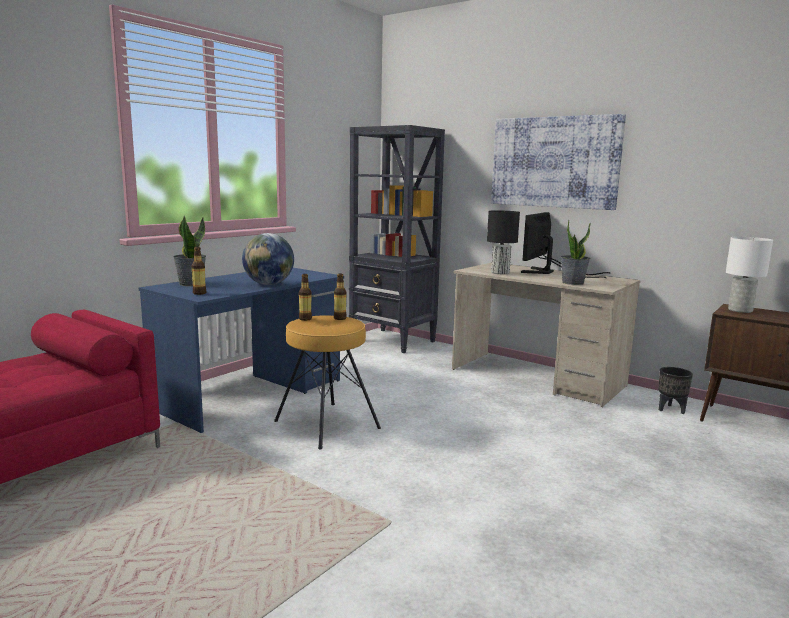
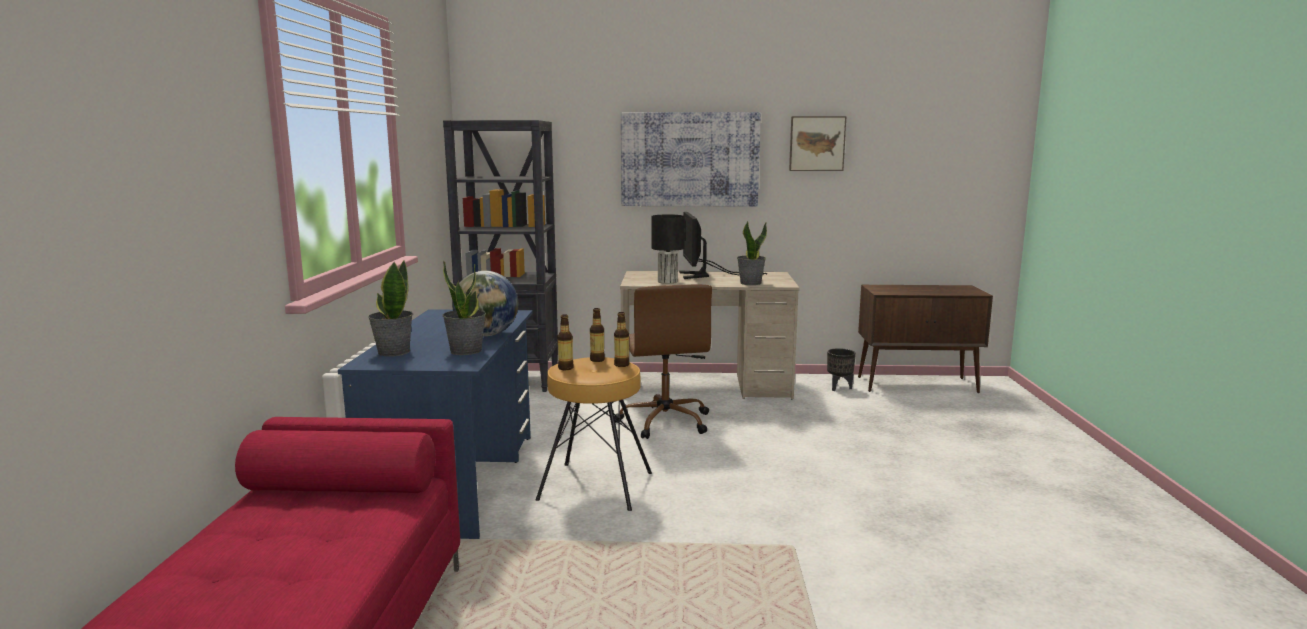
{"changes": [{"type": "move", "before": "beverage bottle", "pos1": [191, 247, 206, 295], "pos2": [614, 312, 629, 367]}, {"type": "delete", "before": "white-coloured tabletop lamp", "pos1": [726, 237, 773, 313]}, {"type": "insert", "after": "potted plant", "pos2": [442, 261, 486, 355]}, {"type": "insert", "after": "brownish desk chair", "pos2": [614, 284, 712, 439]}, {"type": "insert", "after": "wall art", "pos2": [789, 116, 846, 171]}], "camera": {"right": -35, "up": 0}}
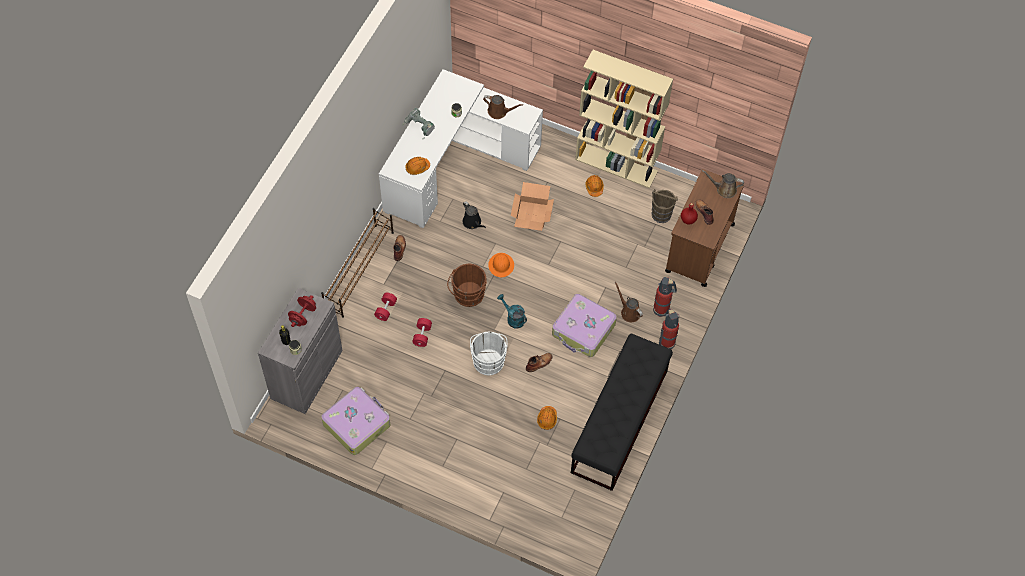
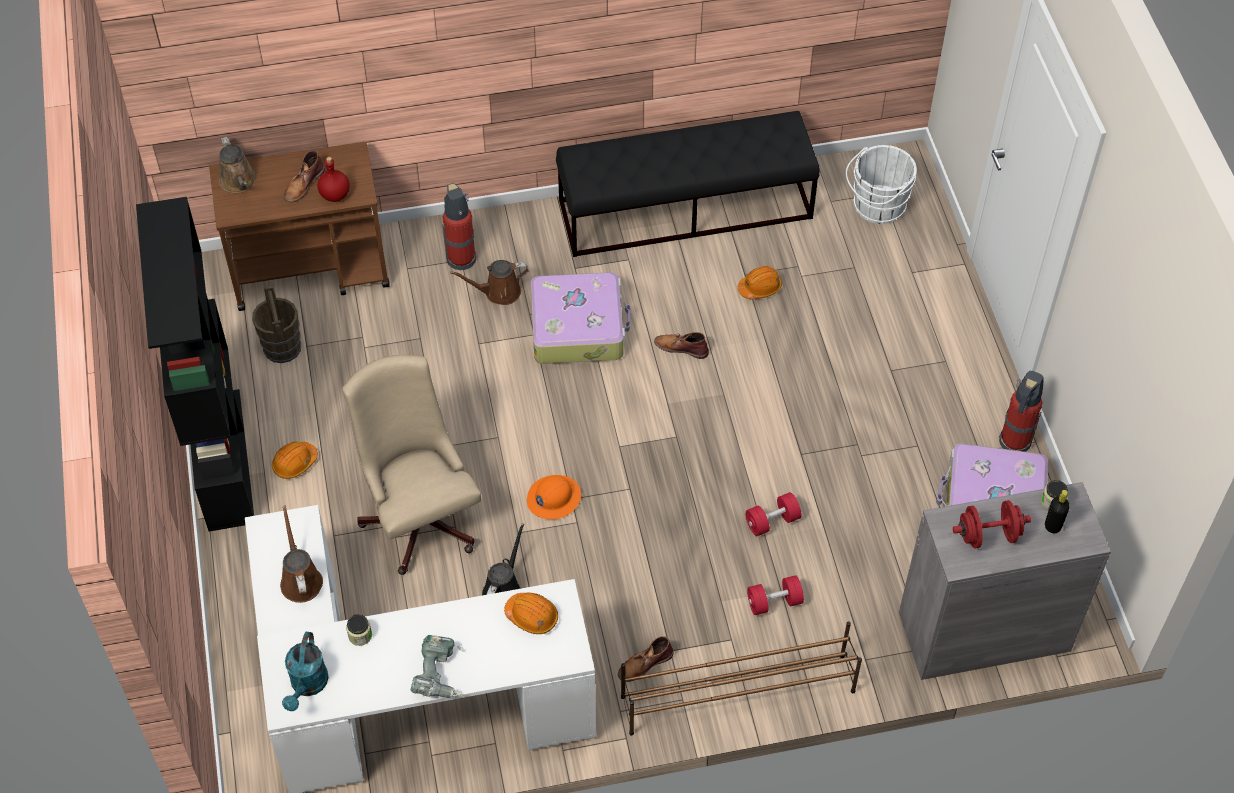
{"changes": [{"type": "delete", "before": "brownish pail", "pos1": [447, 264, 487, 307]}, {"type": "move", "before": "white-coloured pail", "pos1": [470, 332, 508, 376], "pos2": [846, 145, 917, 224]}, {"type": "move", "before": "turquoise watering can", "pos1": [497, 294, 527, 328], "pos2": [282, 632, 329, 711]}, {"type": "replace", "before": "carton", "after": "beige-coloured desk chair", "pos1": [511, 182, 554, 231], "pos2": [342, 355, 481, 575]}, {"type": "recolor", "before": "beige-coloured bookshelf", "after": "blackish bookshelf", "pos1": [575, 50, 673, 188], "pos2": [136, 197, 254, 532]}, {"type": "rotate", "before": "brownish watering can", "pos1": [615, 282, 643, 322], "pos2": [450, 260, 528, 305], "turn": 60}, {"type": "move", "before": "fire extinguisher", "pos1": [659, 309, 679, 349], "pos2": [999, 371, 1044, 452]}], "camera": {"right": -125, "up": -5}}
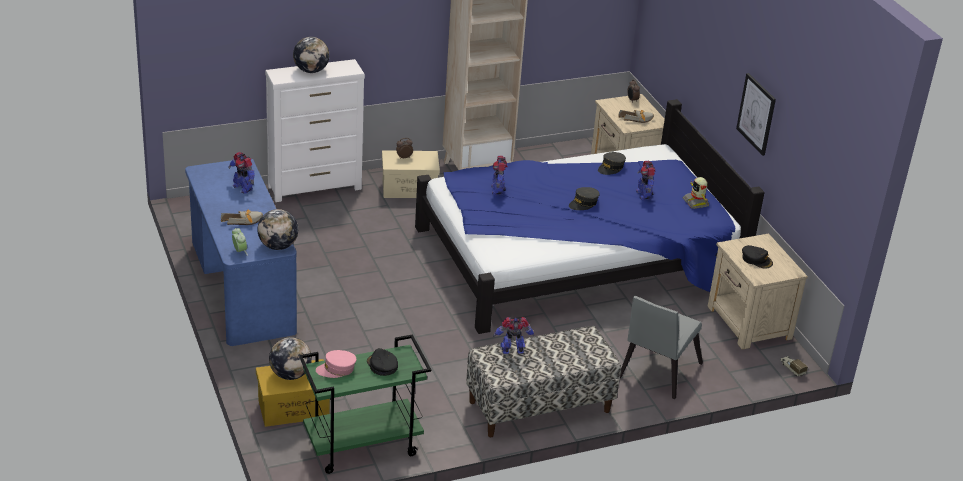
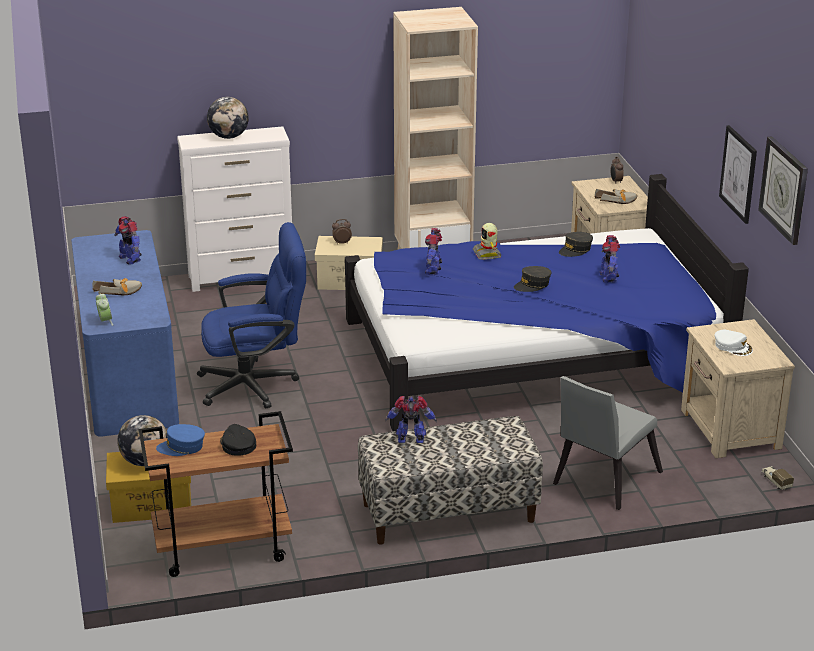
{"changes": [{"type": "delete", "before": "globe", "pos1": [257, 209, 298, 250]}, {"type": "recolor", "before": "green-coloured wheeled cart", "after": "brownish wheeled cart", "pos1": [299, 334, 431, 474], "pos2": [139, 411, 293, 577]}, {"type": "recolor", "before": "pinkish baseball cap", "after": "blue baseball cap", "pos1": [316, 350, 356, 378], "pos2": [156, 424, 205, 456]}, {"type": "move", "before": "robot figure", "pos1": [683, 177, 710, 209], "pos2": [473, 223, 502, 260]}, {"type": "recolor", "before": "blackish baseball cap", "after": "white-coloured baseball cap", "pos1": [742, 245, 773, 269], "pos2": [715, 330, 753, 356]}, {"type": "insert", "after": "blue desk chair", "pos2": [197, 222, 306, 409]}, {"type": "insert", "after": "clock on the wall", "pos2": [758, 136, 808, 245]}], "camera": {"right": 10, "up": -5}}
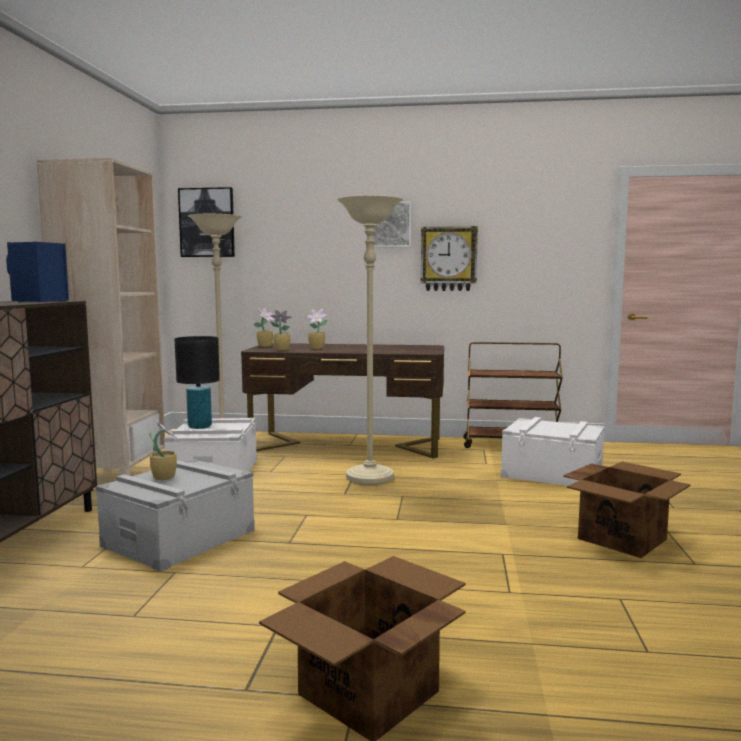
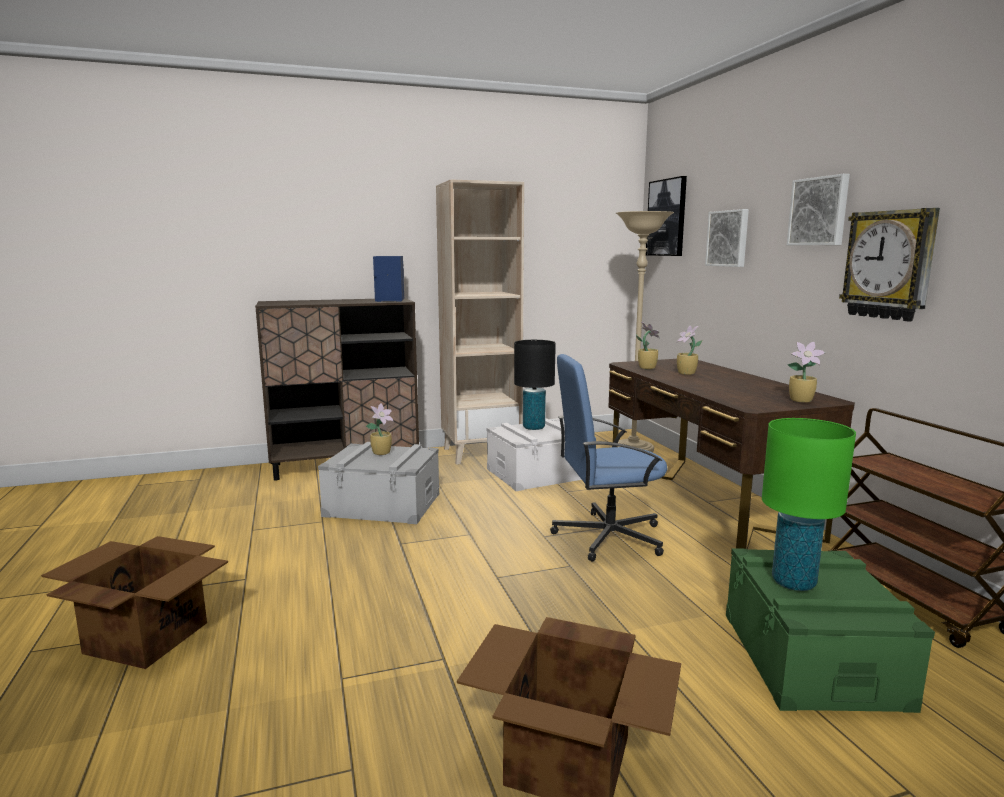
{"changes": [{"type": "move", "before": "potted plant", "pos1": [254, 308, 275, 347], "pos2": [788, 342, 825, 403]}, {"type": "replace", "before": "beige-coloured floor lamp", "after": "blue desk chair", "pos1": [337, 195, 403, 485], "pos2": [550, 354, 668, 562]}, {"type": "recolor", "before": "white-coloured storage bin", "after": "green-coloured storage bin", "pos1": [501, 417, 605, 486], "pos2": [726, 548, 935, 713]}, {"type": "insert", "after": "wall art", "pos2": [705, 209, 749, 267]}, {"type": "insert", "after": "green-coloured tabletop lamp", "pos2": [762, 418, 856, 591]}], "camera": {"right": 65, "up": 5}}
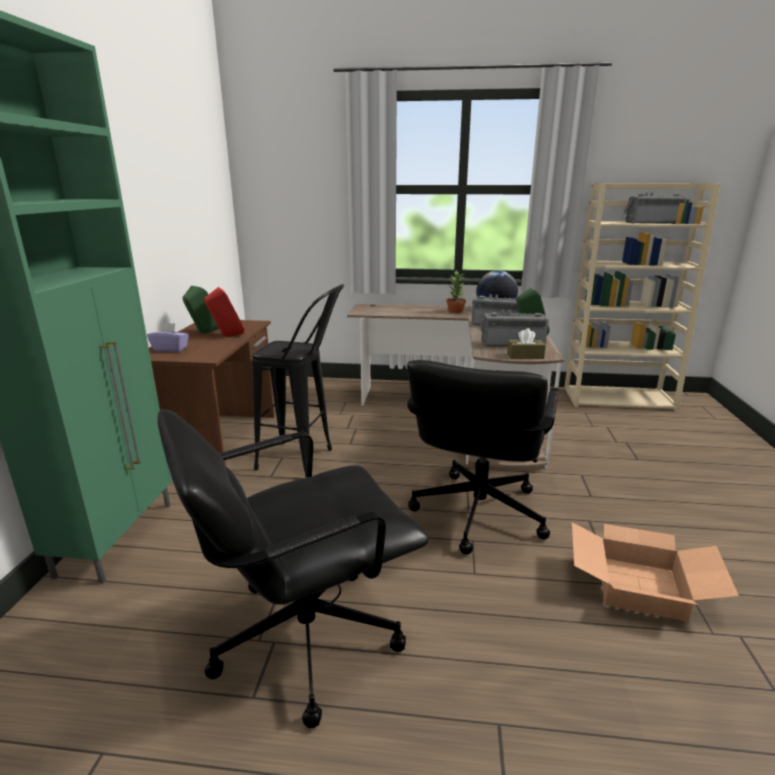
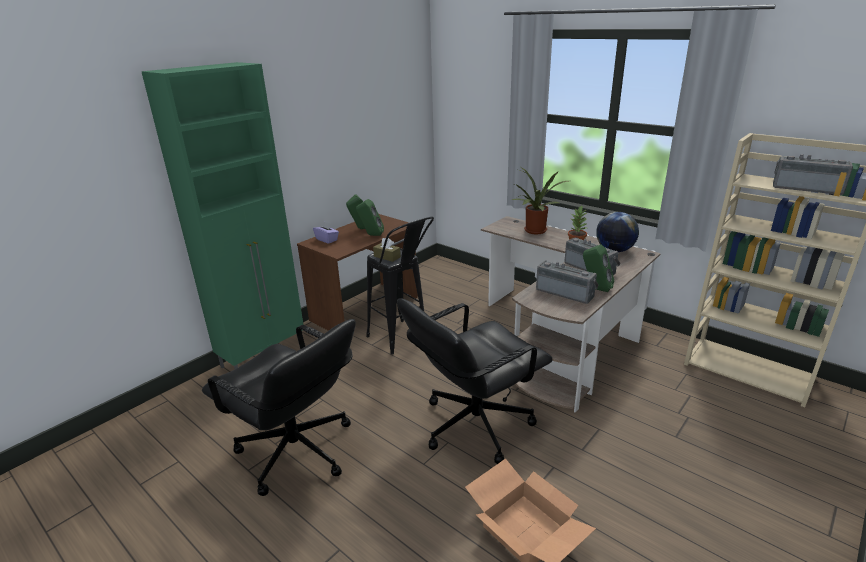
{"changes": [{"type": "rotate", "before": "blackish desk chair", "pos1": [157, 409, 429, 728], "pos2": [202, 319, 356, 496], "turn": -150}, {"type": "recolor", "before": "red loudspeaker", "after": "green-coloured loudspeaker", "pos1": [205, 287, 245, 337], "pos2": [356, 199, 384, 236]}, {"type": "move", "before": "brownish box of tissues", "pos1": [507, 328, 546, 359], "pos2": [373, 238, 401, 262]}, {"type": "insert", "after": "potted plant", "pos2": [512, 167, 569, 234]}], "camera": {"right": 35, "up": 5}}
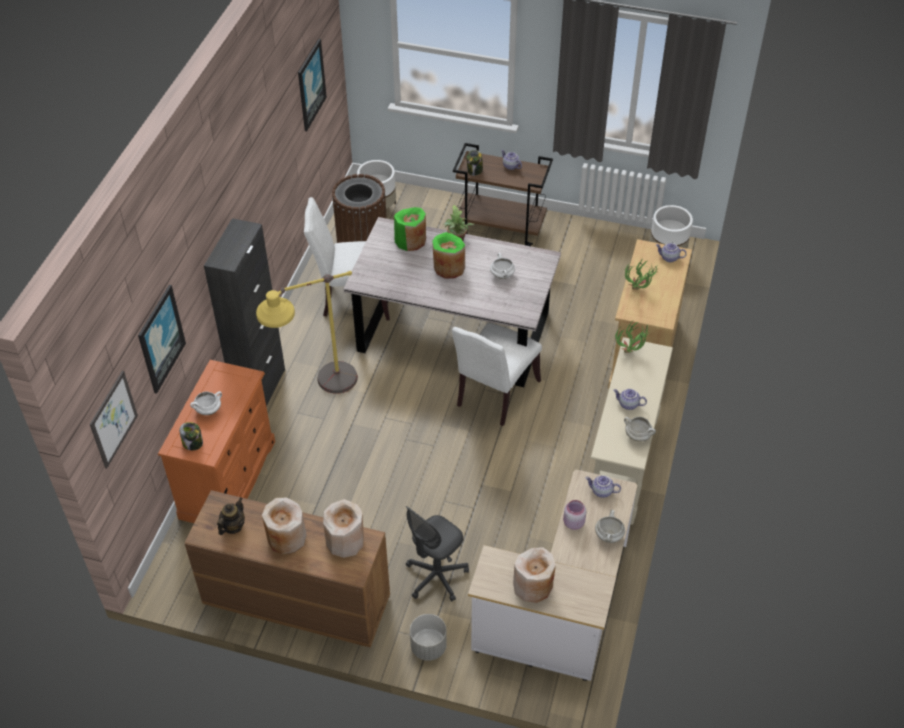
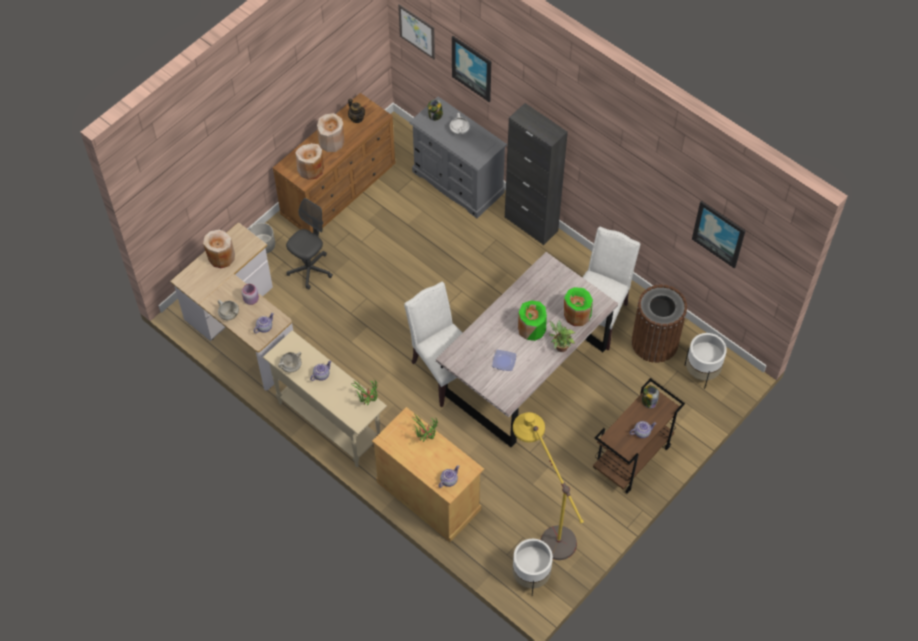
{"changes": [{"type": "recolor", "before": "orange dresser", "after": "grey dresser", "pos1": [158, 360, 275, 523], "pos2": [409, 97, 507, 218]}, {"type": "move", "before": "yellowish floor lamp", "pos1": [256, 271, 358, 394], "pos2": [513, 412, 584, 560]}, {"type": "rotate", "before": "grey desk chair", "pos1": [406, 506, 469, 602], "pos2": [286, 198, 333, 290], "turn": 60}, {"type": "replace", "before": "white-coloured cooking pot", "after": "flat dish", "pos1": [490, 253, 515, 279], "pos2": [492, 350, 516, 371]}], "camera": {"right": 115, "up": 10}}
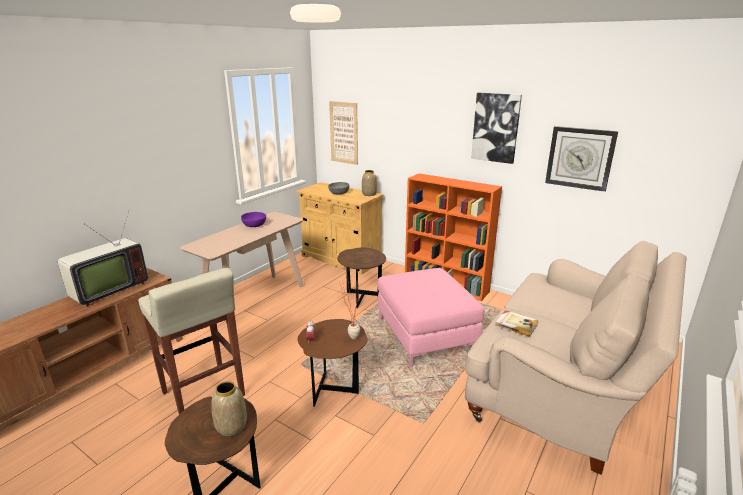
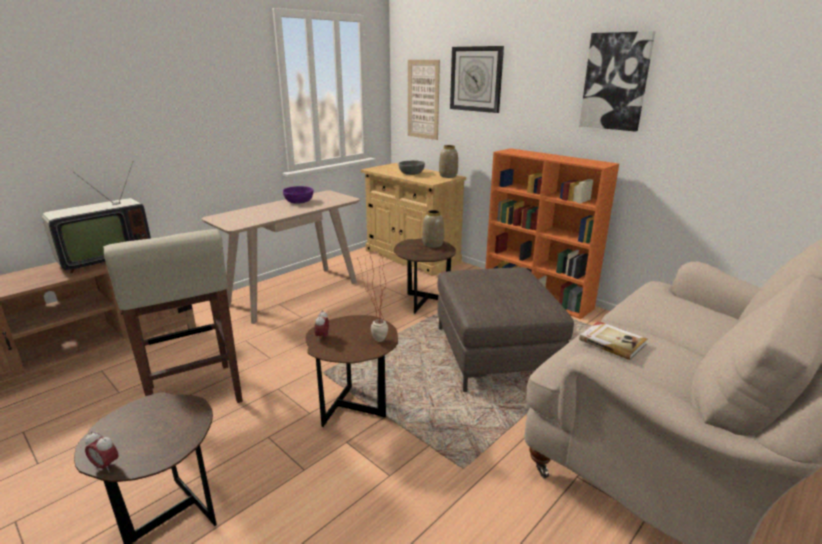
{"changes": [{"type": "move", "before": "vase", "pos1": [211, 381, 247, 437], "pos2": [422, 210, 444, 248]}, {"type": "recolor", "before": "pinkish ottoman", "after": "brownish ottoman", "pos1": [378, 268, 484, 368], "pos2": [438, 267, 574, 392]}, {"type": "move", "before": "clock on the wall", "pos1": [545, 126, 618, 192], "pos2": [450, 46, 504, 113]}, {"type": "insert", "after": "bedside clock", "pos2": [85, 431, 118, 473]}], "camera": {"right": 10, "up": 0}}
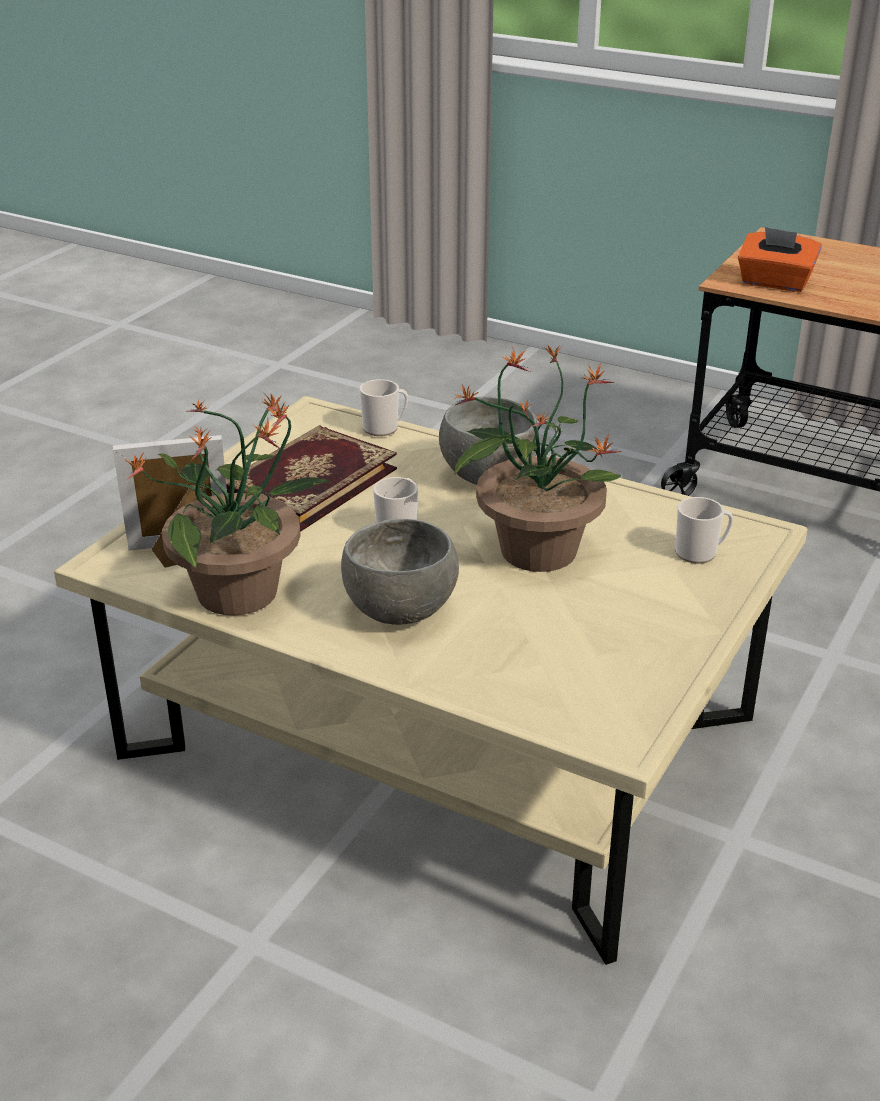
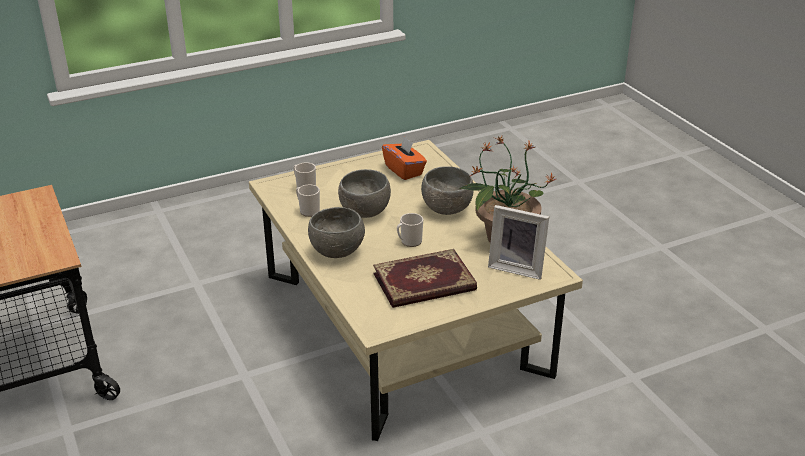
{"changes": [{"type": "move", "before": "tea mug", "pos1": [360, 379, 408, 436], "pos2": [296, 184, 320, 217]}, {"type": "replace", "before": "potted plant", "after": "grey deep dish", "pos1": [454, 345, 622, 572], "pos2": [338, 169, 391, 218]}, {"type": "move", "before": "orange box of tissues", "pos1": [738, 227, 822, 292], "pos2": [382, 136, 427, 180]}], "camera": {"right": -145, "up": 0}}
